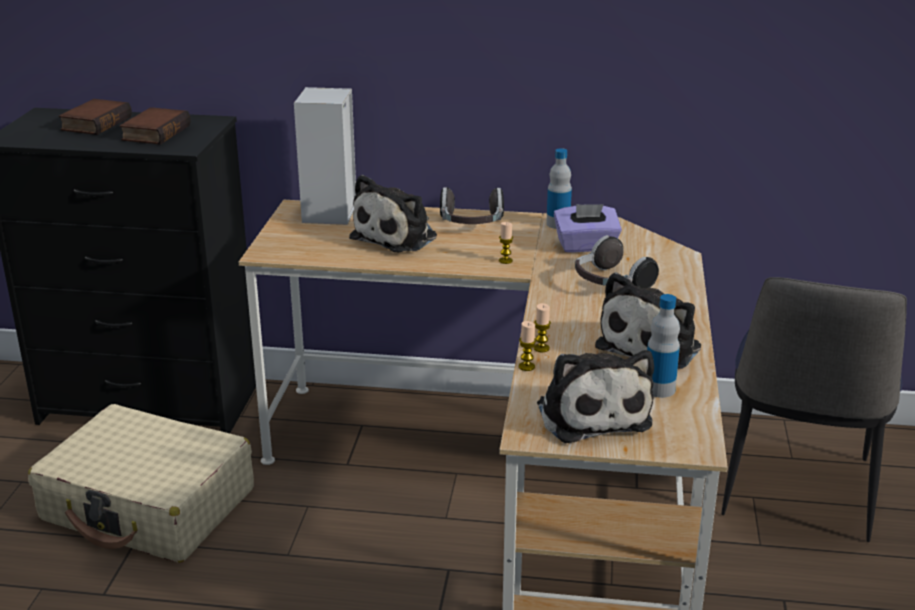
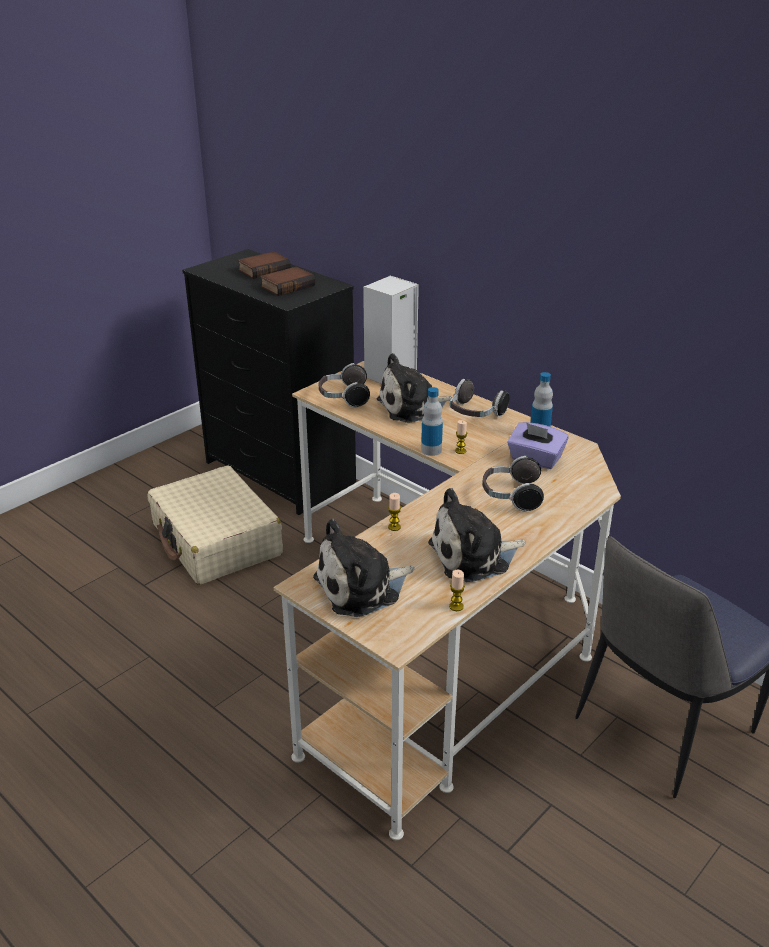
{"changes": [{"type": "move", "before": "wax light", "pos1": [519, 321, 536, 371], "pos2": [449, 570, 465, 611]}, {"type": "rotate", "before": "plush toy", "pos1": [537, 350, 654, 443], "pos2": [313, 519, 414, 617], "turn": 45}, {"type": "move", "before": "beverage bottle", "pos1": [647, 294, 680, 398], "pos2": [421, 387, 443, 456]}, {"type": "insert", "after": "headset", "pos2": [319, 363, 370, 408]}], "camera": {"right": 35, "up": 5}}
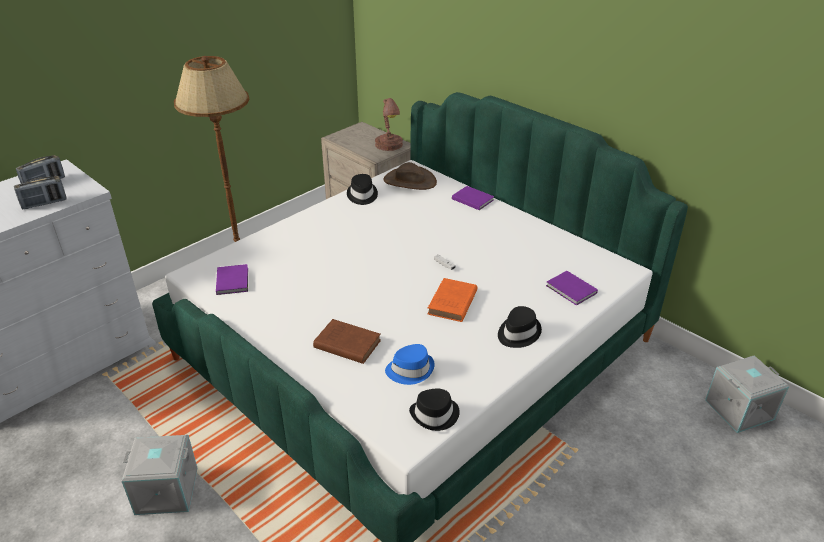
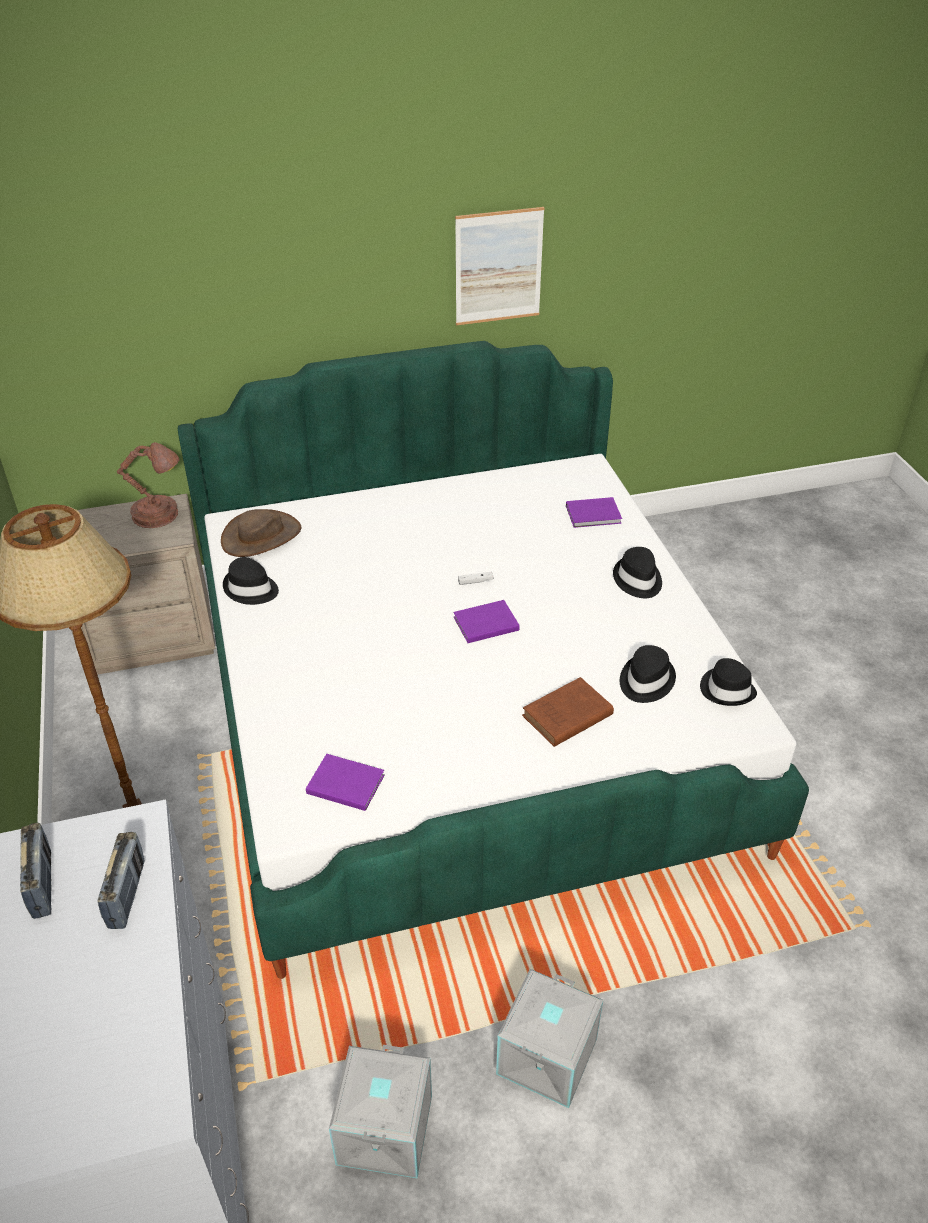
{"changes": [{"type": "recolor", "before": "blue hat", "after": "blackish hat", "pos1": [385, 344, 435, 385], "pos2": [620, 645, 676, 703]}, {"type": "delete", "before": "orange bound book", "pos1": [427, 278, 477, 322]}, {"type": "move", "before": "purple-coloured bound book", "pos1": [452, 186, 494, 210], "pos2": [453, 600, 520, 643]}, {"type": "move", "before": "grey storage bin", "pos1": [705, 355, 789, 433], "pos2": [329, 1045, 432, 1178]}, {"type": "insert", "after": "wall art", "pos2": [455, 207, 545, 325]}], "camera": {"right": -60, "up": 5}}
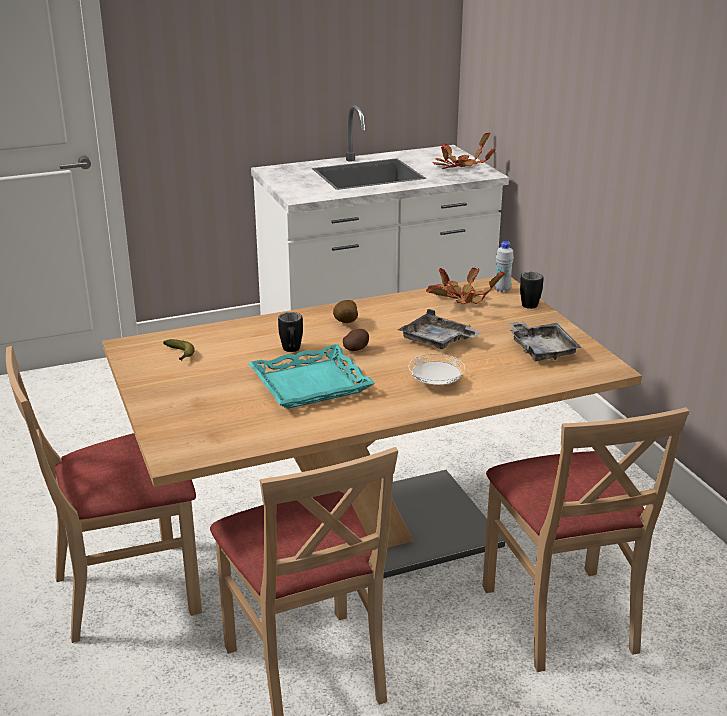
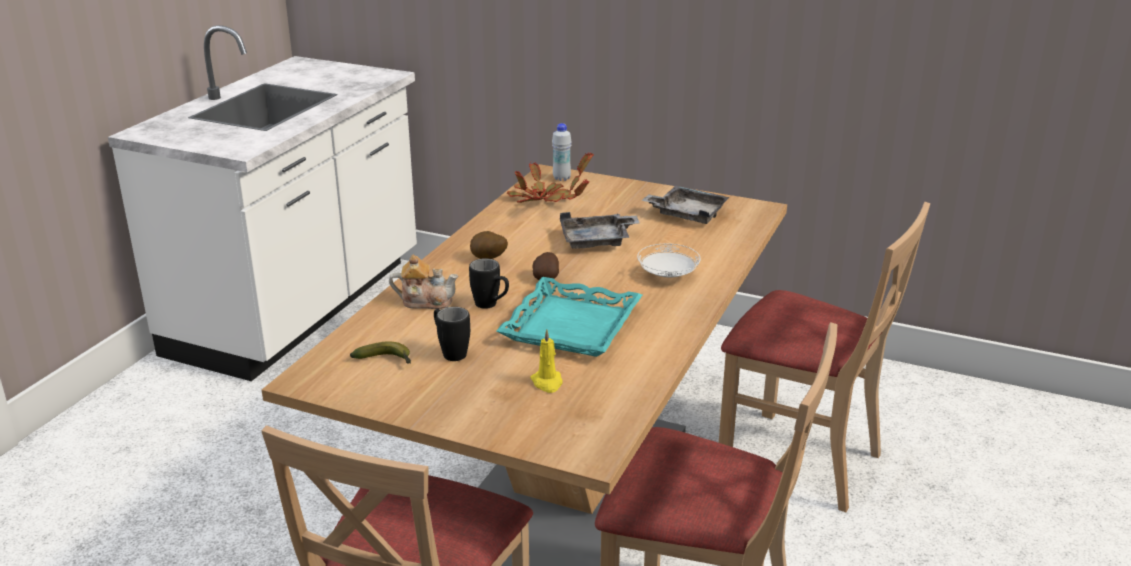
{"changes": [{"type": "delete", "before": "potted plant", "pos1": [433, 132, 496, 169]}, {"type": "move", "before": "blackish tea mug", "pos1": [520, 272, 543, 309], "pos2": [434, 307, 470, 361]}, {"type": "insert", "after": "teapot", "pos2": [389, 254, 458, 309]}, {"type": "insert", "after": "yellowish wax light", "pos2": [530, 329, 563, 393]}], "camera": {"right": -45, "up": 0}}
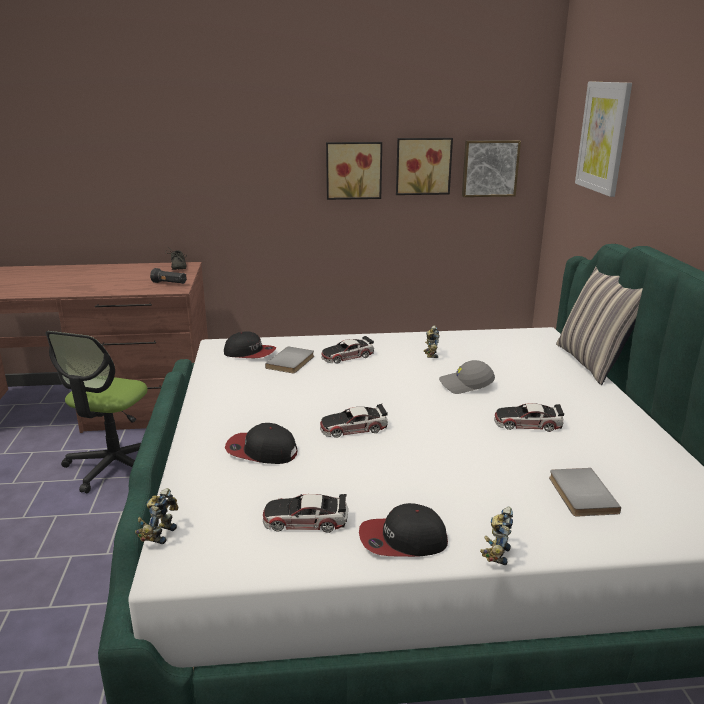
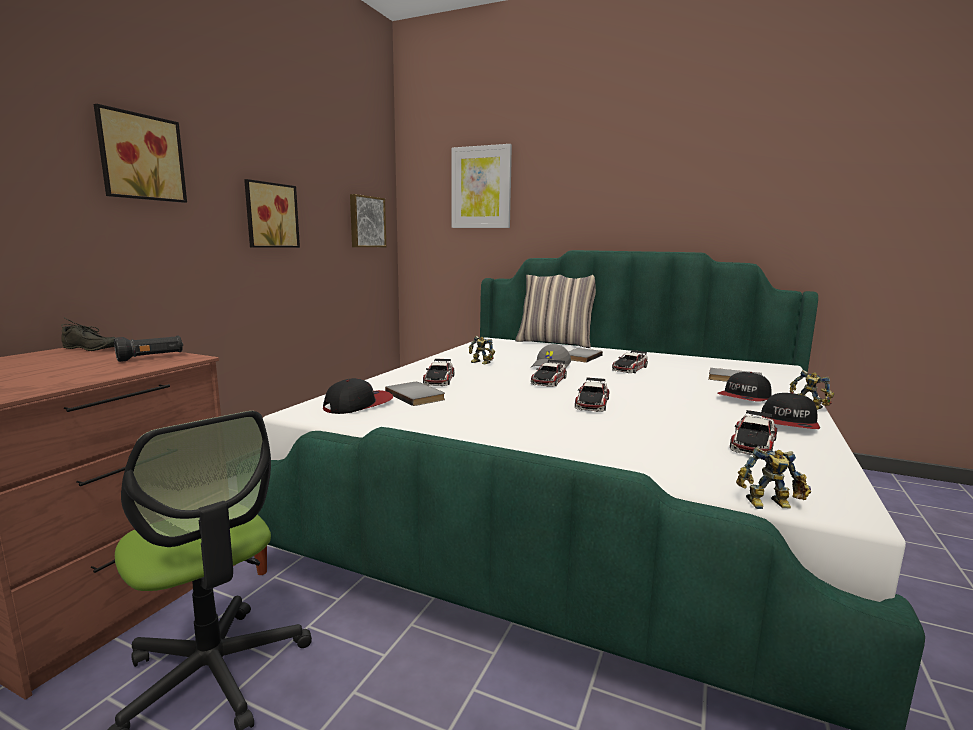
{"changes": [{"type": "rotate", "before": "robot figure", "pos1": [135, 488, 178, 544], "pos2": [736, 447, 811, 509], "turn": -45}, {"type": "move", "before": "baseball cap", "pos1": [225, 423, 297, 464], "pos2": [717, 372, 772, 401]}, {"type": "move", "before": "wall art", "pos1": [396, 138, 453, 195], "pos2": [93, 104, 187, 203]}, {"type": "insert", "after": "miniature car", "pos2": [531, 359, 567, 387]}, {"type": "insert", "after": "grey bound book", "pos2": [568, 348, 603, 363]}], "camera": {"right": -60, "up": -10}}
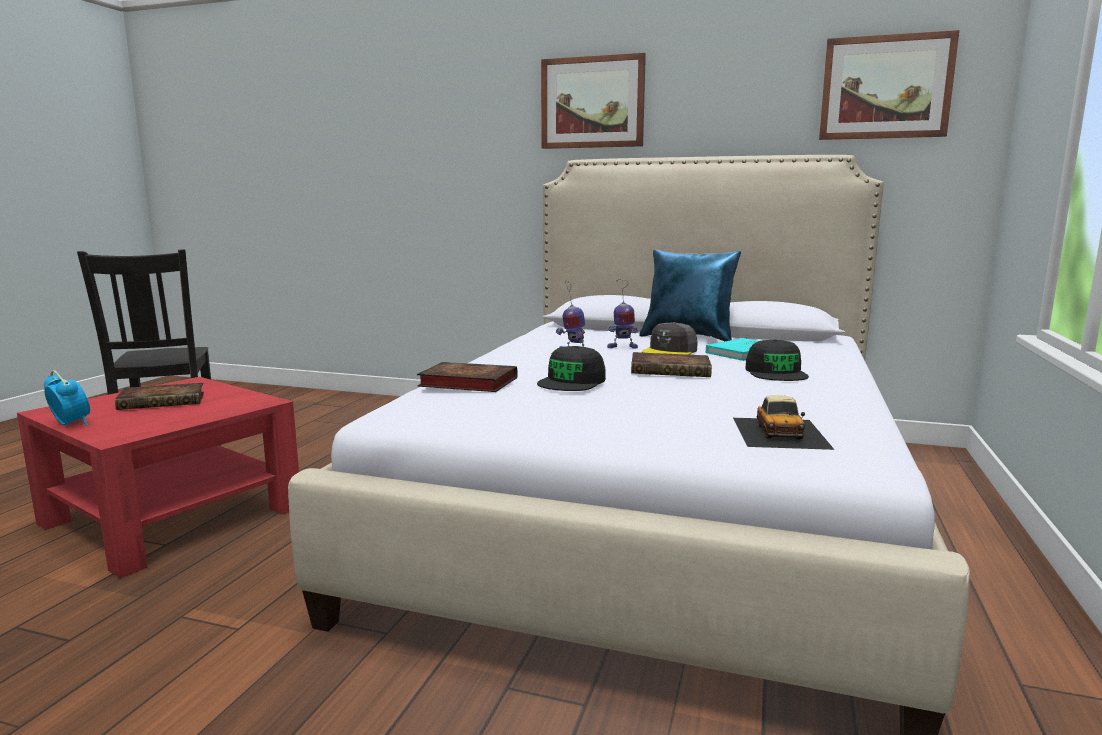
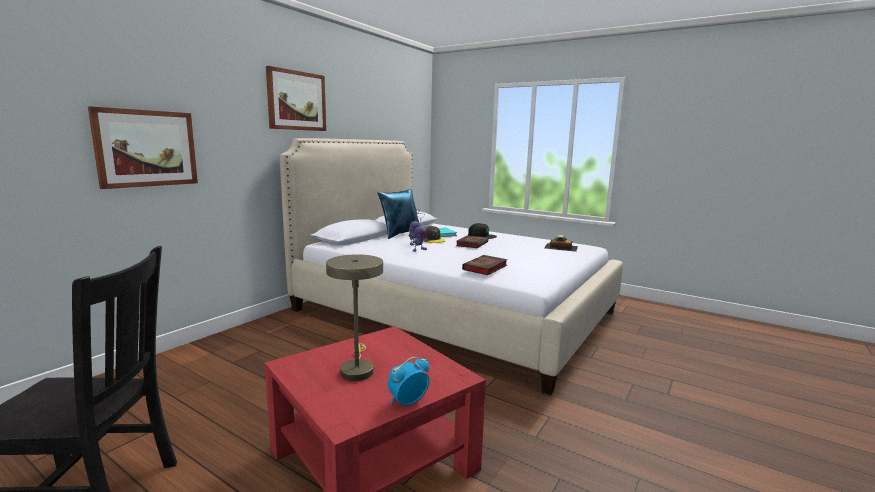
{"changes": [{"type": "replace", "before": "bound book", "after": "beige-coloured tabletop lamp", "pos1": [115, 383, 204, 410], "pos2": [326, 254, 383, 381]}, {"type": "delete", "before": "blackish baseball cap", "pos1": [537, 346, 606, 391]}, {"type": "move", "before": "wall art", "pos1": [819, 30, 959, 140], "pos2": [88, 106, 198, 189]}], "camera": {"right": -75, "up": 0}}
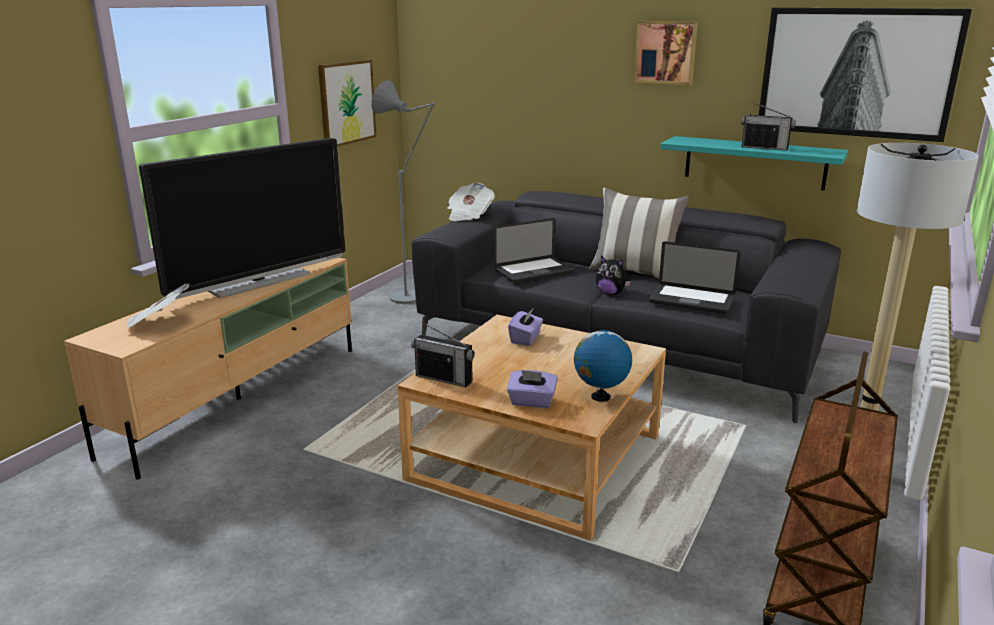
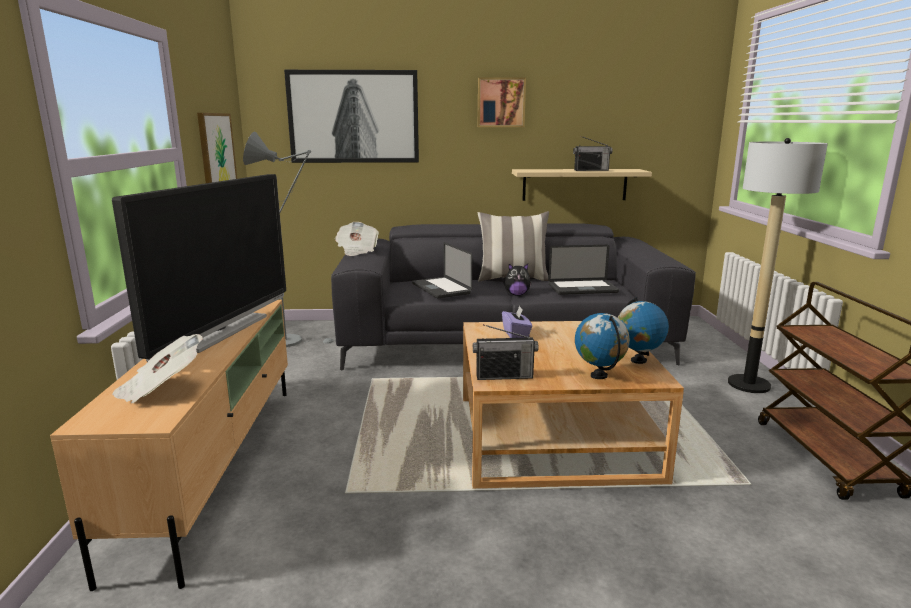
{"changes": [{"type": "rotate", "before": "laptop", "pos1": [494, 218, 575, 283], "pos2": [412, 242, 472, 298], "turn": 120}, {"type": "replace", "before": "purple-coloured box of tissues", "after": "globe", "pos1": [507, 370, 558, 408], "pos2": [575, 313, 630, 379]}, {"type": "recolor", "before": "turquoise bracket shelf", "after": "beige-coloured bracket shelf", "pos1": [660, 136, 848, 191], "pos2": [512, 169, 652, 201]}, {"type": "move", "before": "wall art", "pos1": [759, 8, 972, 142], "pos2": [284, 70, 419, 163]}], "camera": {"right": -30, "up": -5}}
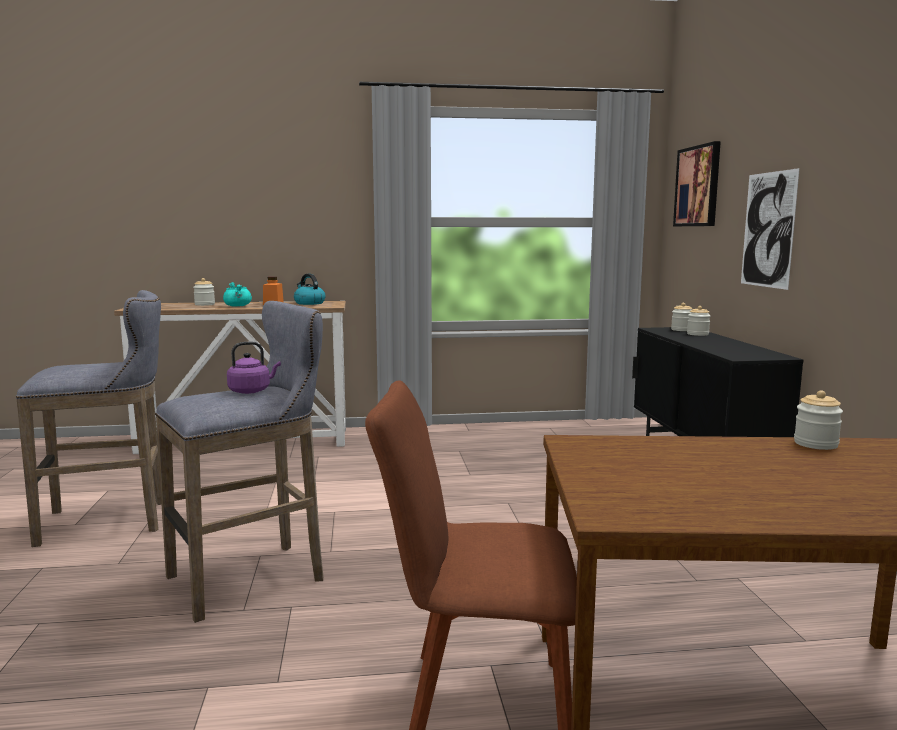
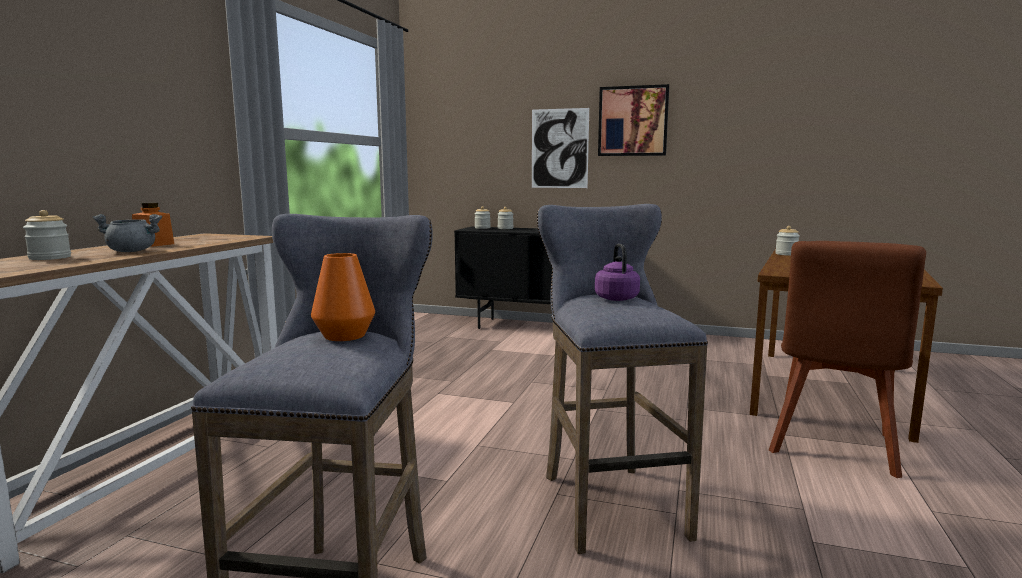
{"changes": [{"type": "recolor", "before": "turquoise cooking pot", "after": "grey cooking pot", "pos1": [223, 282, 252, 307], "pos2": [92, 214, 162, 252]}, {"type": "delete", "before": "tea kettle", "pos1": [294, 274, 326, 305]}, {"type": "move", "before": "wall art", "pos1": [673, 141, 721, 226], "pos2": [598, 84, 669, 156]}, {"type": "insert", "after": "orange vase", "pos2": [311, 253, 375, 341]}], "camera": {"right": -65, "up": 0}}
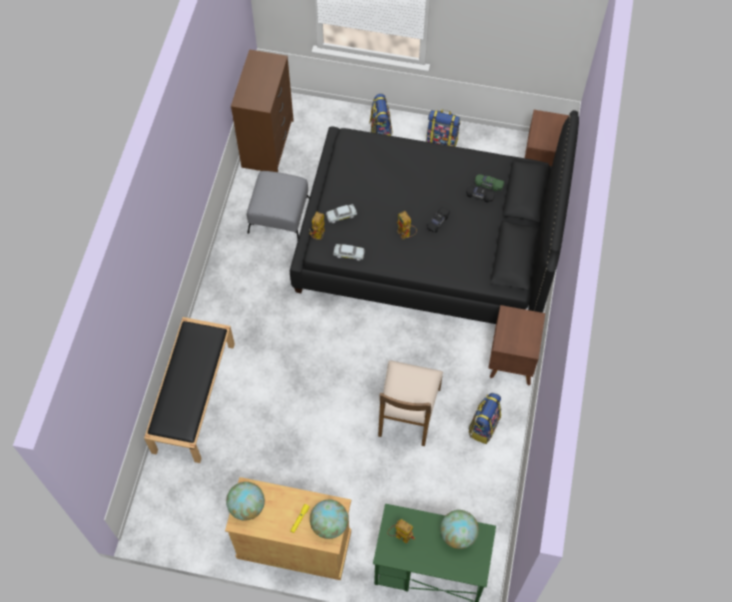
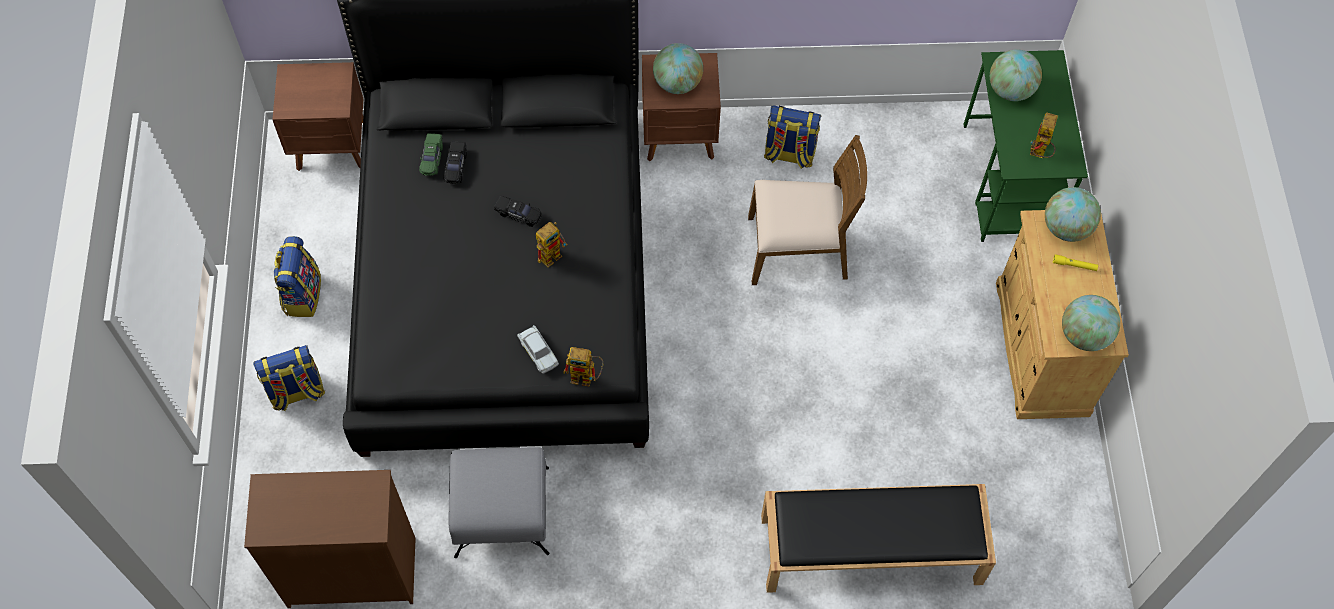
{"changes": [{"type": "delete", "before": "white-coloured miniature car", "pos1": [334, 244, 365, 261]}, {"type": "insert", "after": "globe", "pos2": [653, 43, 703, 94]}], "camera": {"right": -105, "up": 0}}
